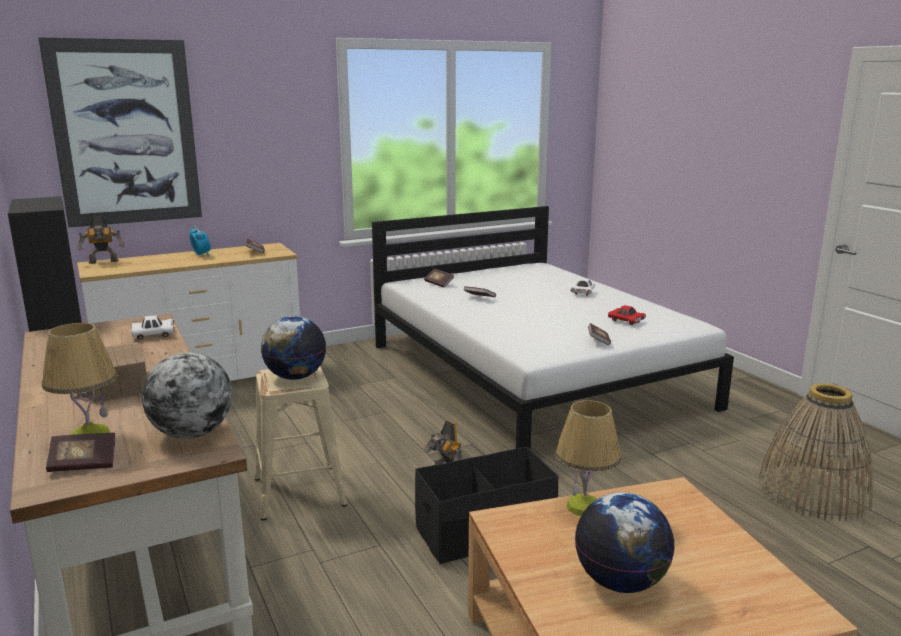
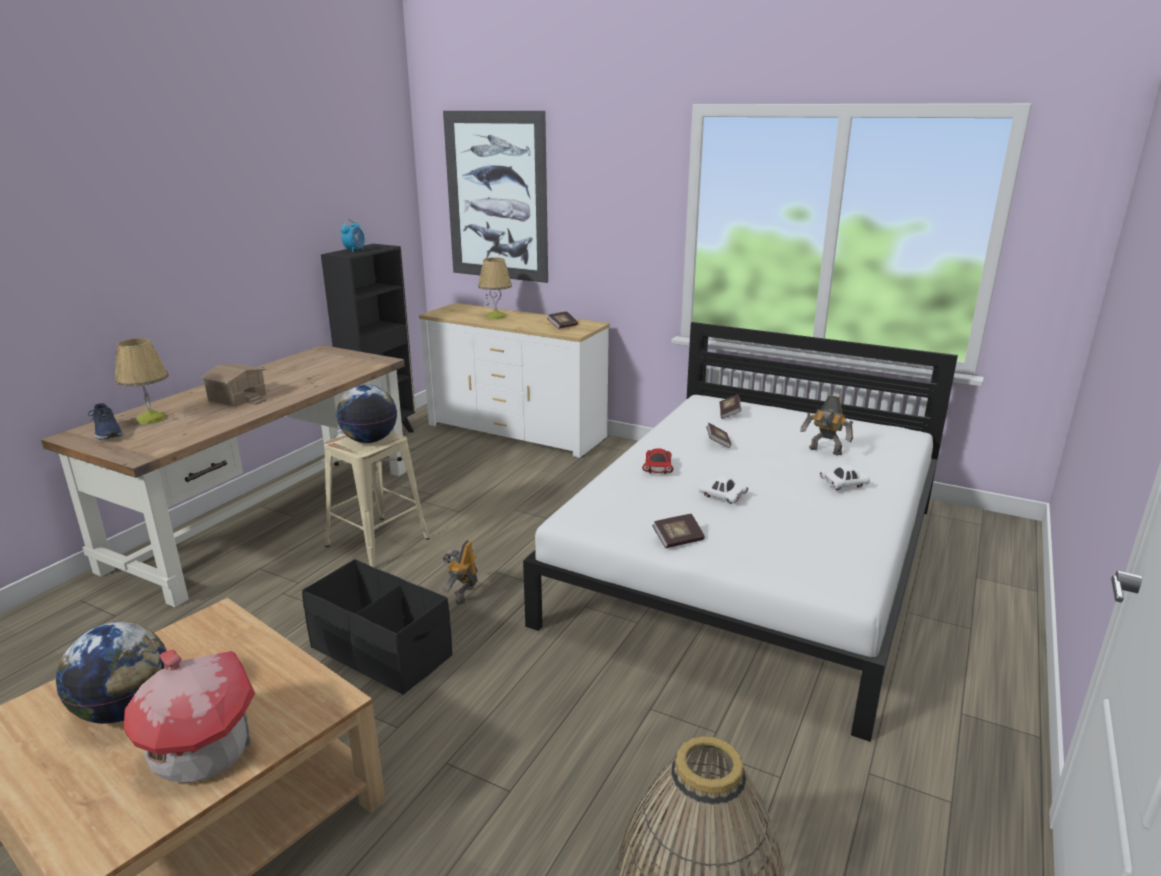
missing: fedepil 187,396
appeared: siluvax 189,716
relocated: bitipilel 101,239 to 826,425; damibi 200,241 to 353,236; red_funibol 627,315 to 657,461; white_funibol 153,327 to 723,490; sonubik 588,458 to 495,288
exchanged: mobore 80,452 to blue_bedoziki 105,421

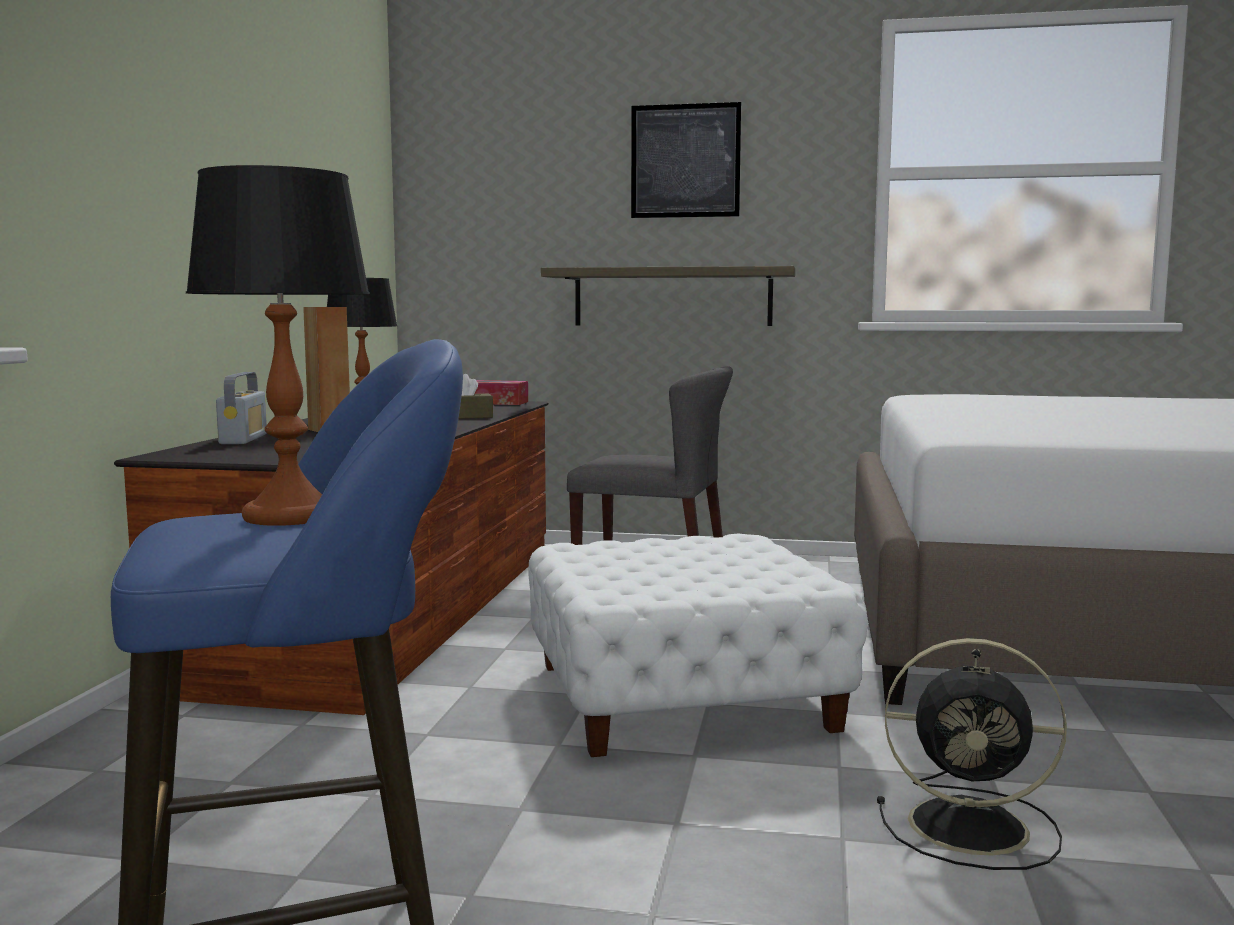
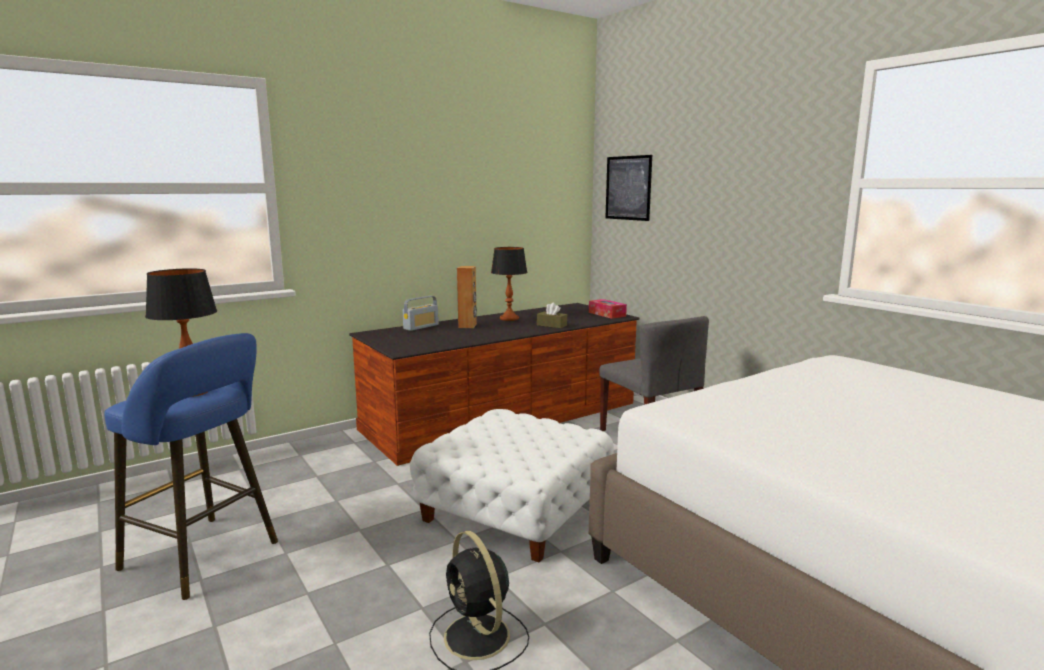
missing: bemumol 668,296
relocated: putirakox 686,160 to 628,188

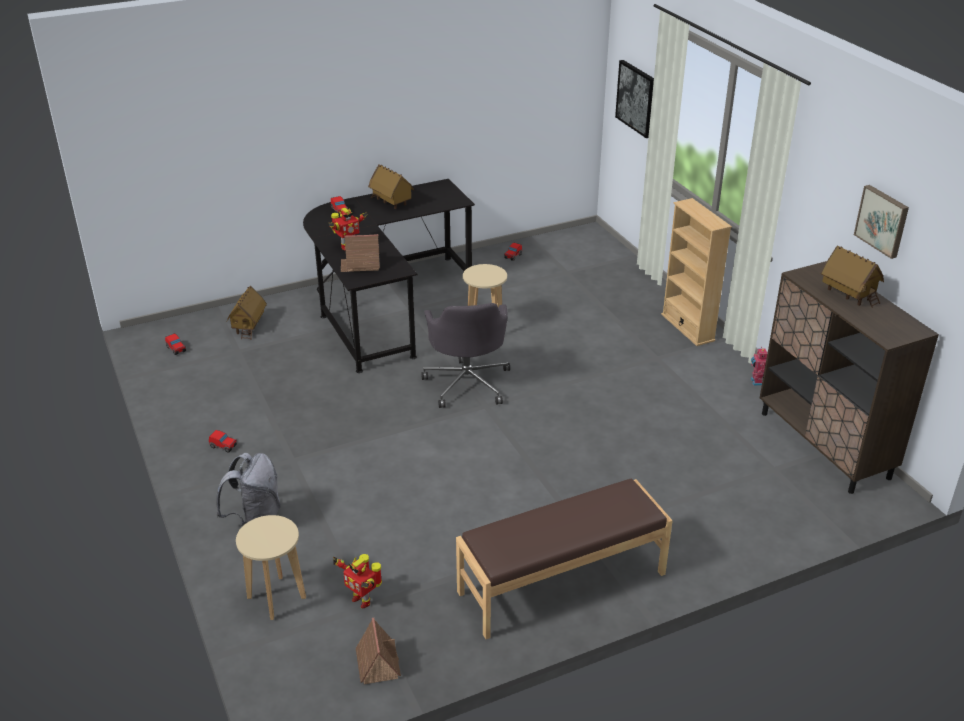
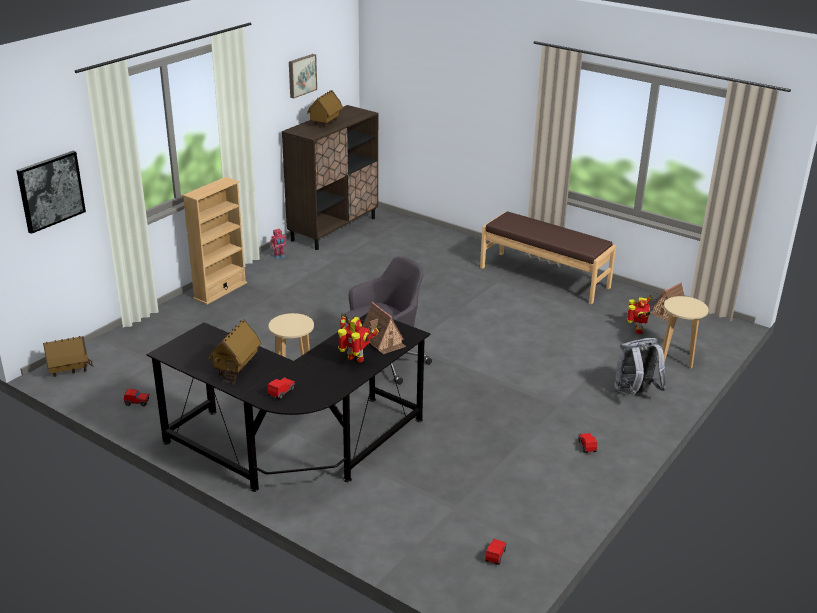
relocated: siluvax 246,313 to 68,356

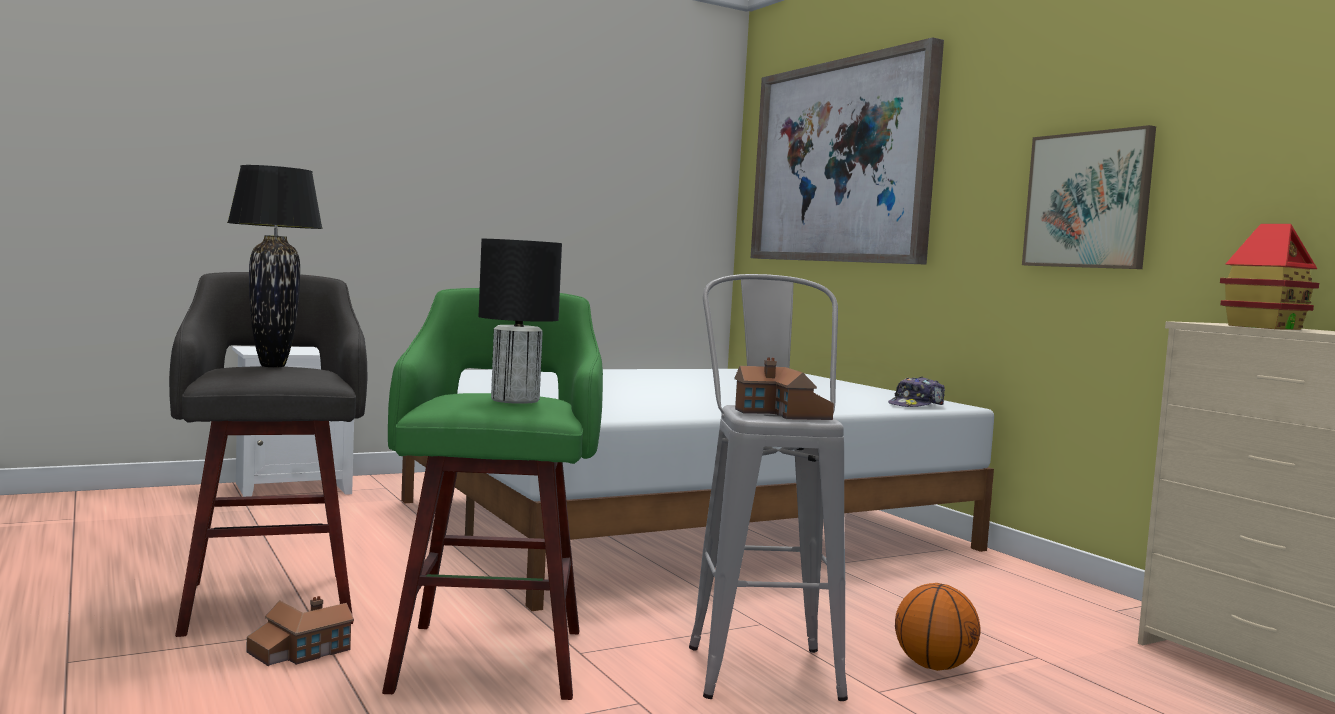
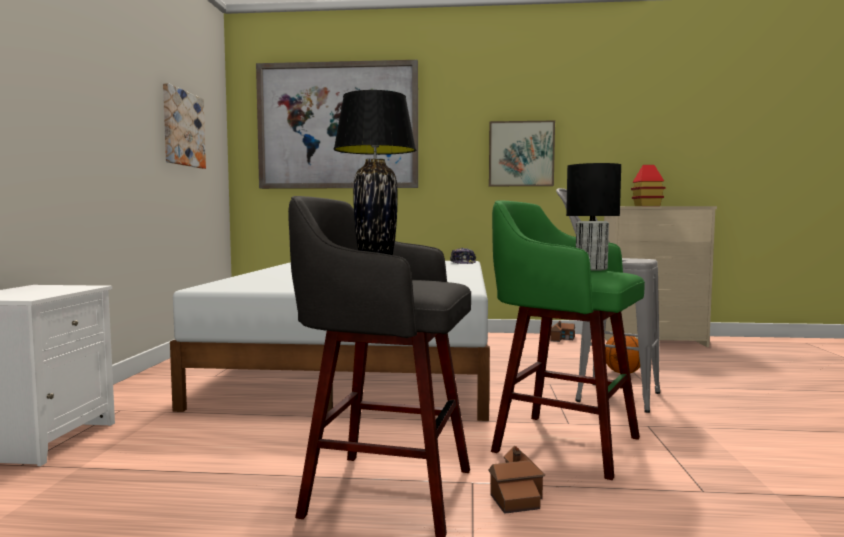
appeared: putirakox 184,126
relocated: siluvax 784,388 to 562,331

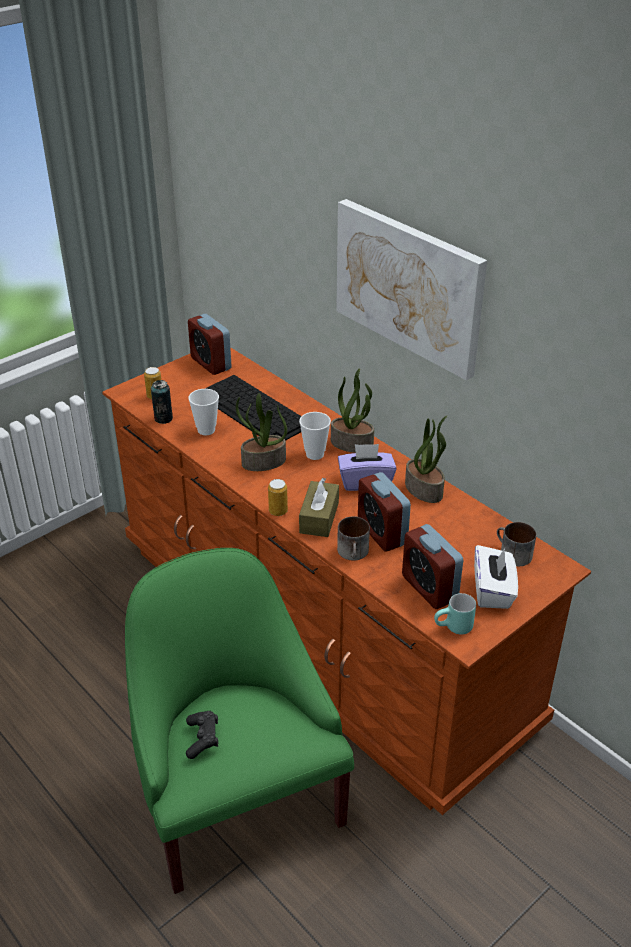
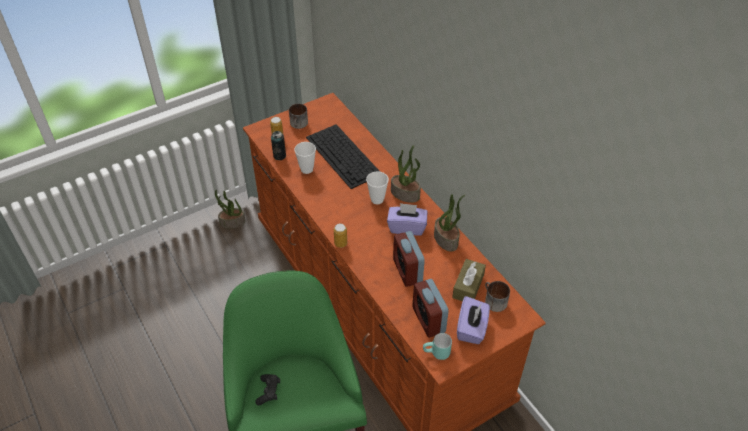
missing: putirakox 411,289; damibi 210,344
relocated: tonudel 261,432 to 230,209; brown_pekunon 319,507 to 469,280; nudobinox 353,538 to 298,116
colour: white_pekunon 496,577 to purple_pekunon 473,320

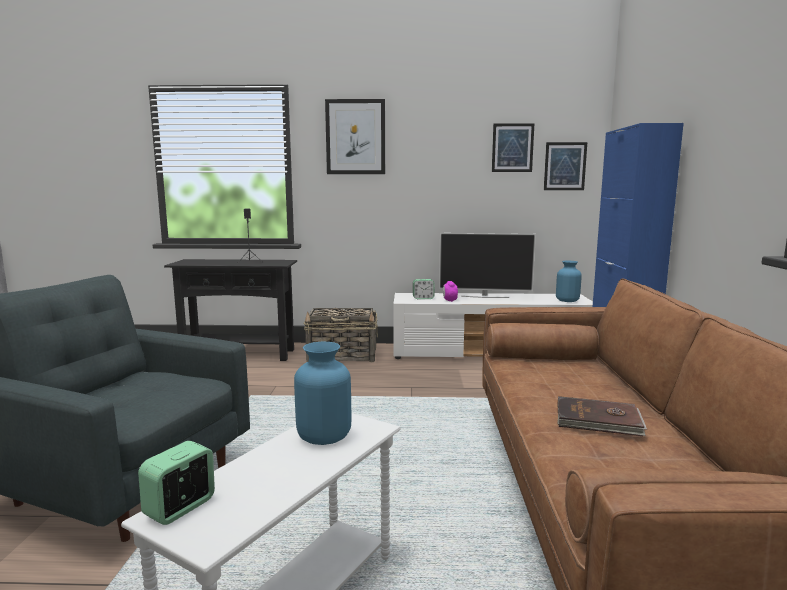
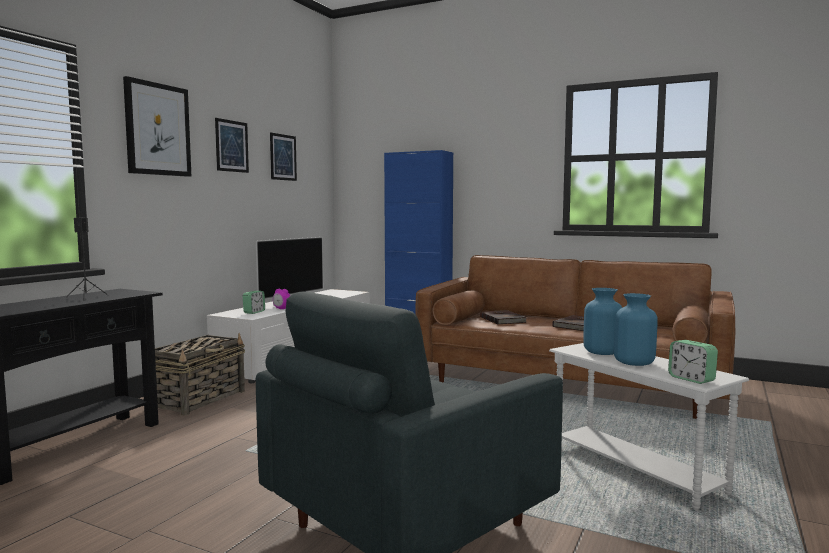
appeared: brown_mobore 503,317
relocated: putirakox 565,166 to 232,145; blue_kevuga 569,281 to 636,329

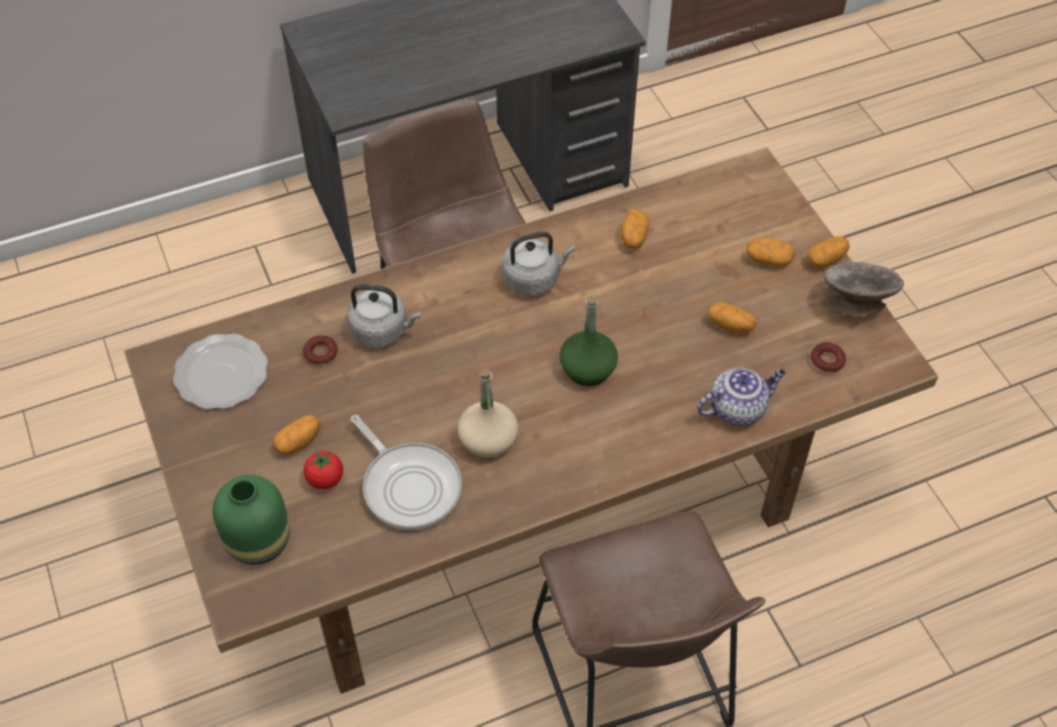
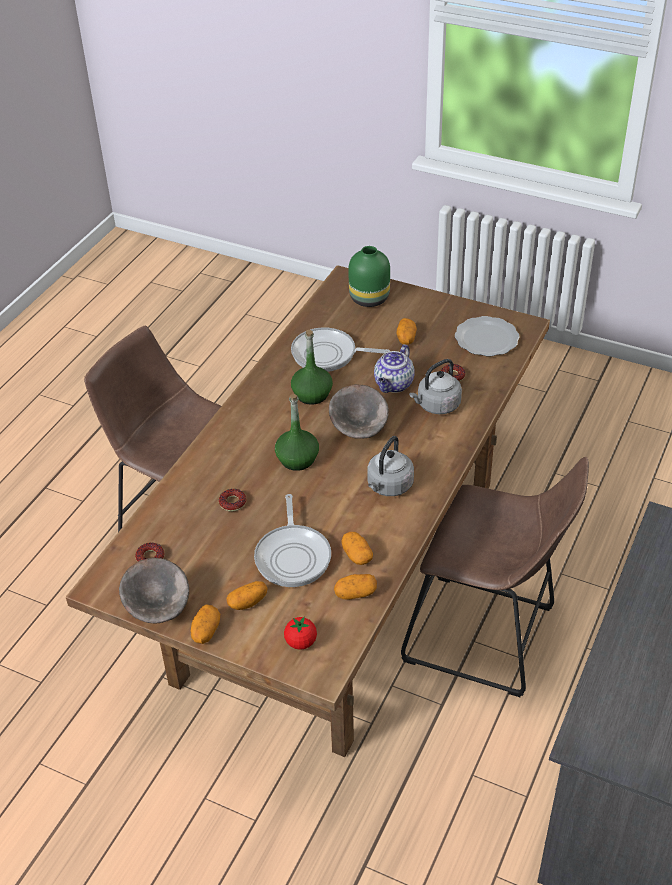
appeared: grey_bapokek 359,411; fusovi 233,500; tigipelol 292,540
relocated: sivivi 732,317 to 355,587; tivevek 741,397 to 394,368; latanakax 323,470 to 300,633
colour: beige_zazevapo 488,414 to green_zazevapo 312,367

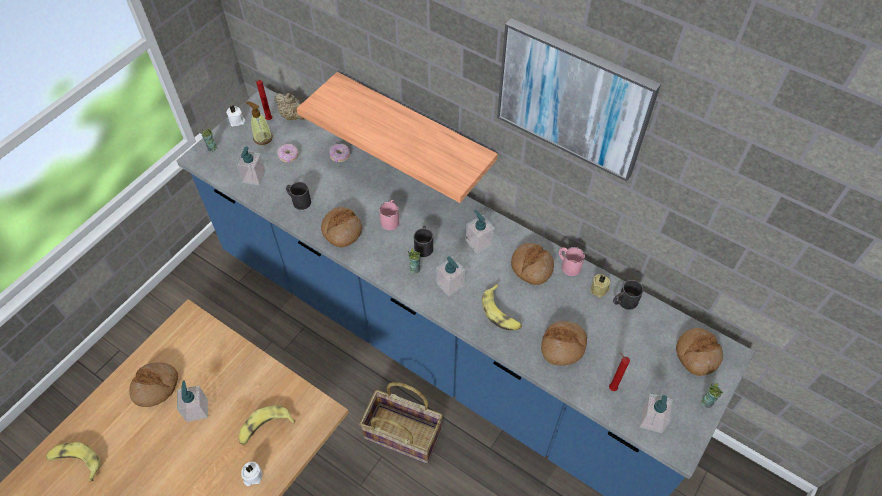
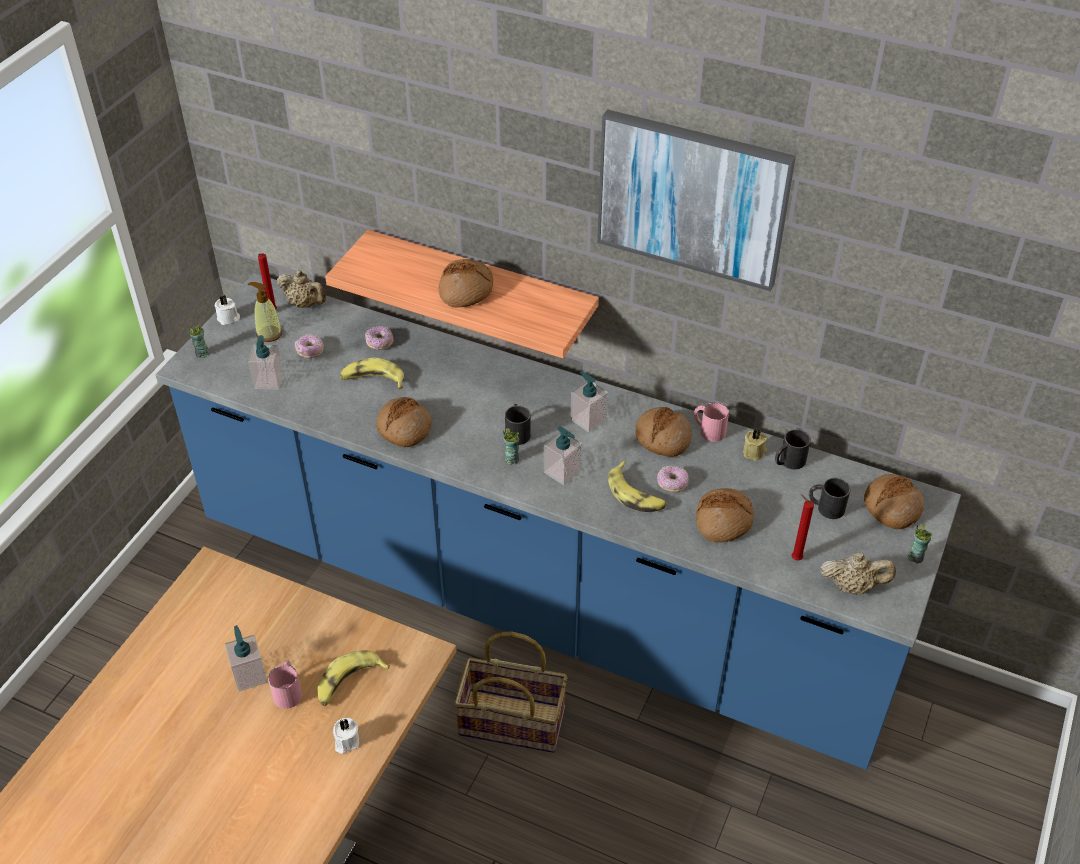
appeared: fusovi 673,478
relocated: black_nudobinox 298,196 to 829,498; pink_nudobinox 389,215 to 285,684; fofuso 153,384 to 466,283; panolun 73,462 to 372,373
exchanged: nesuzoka 656,413 to beige_tivevek 858,573

